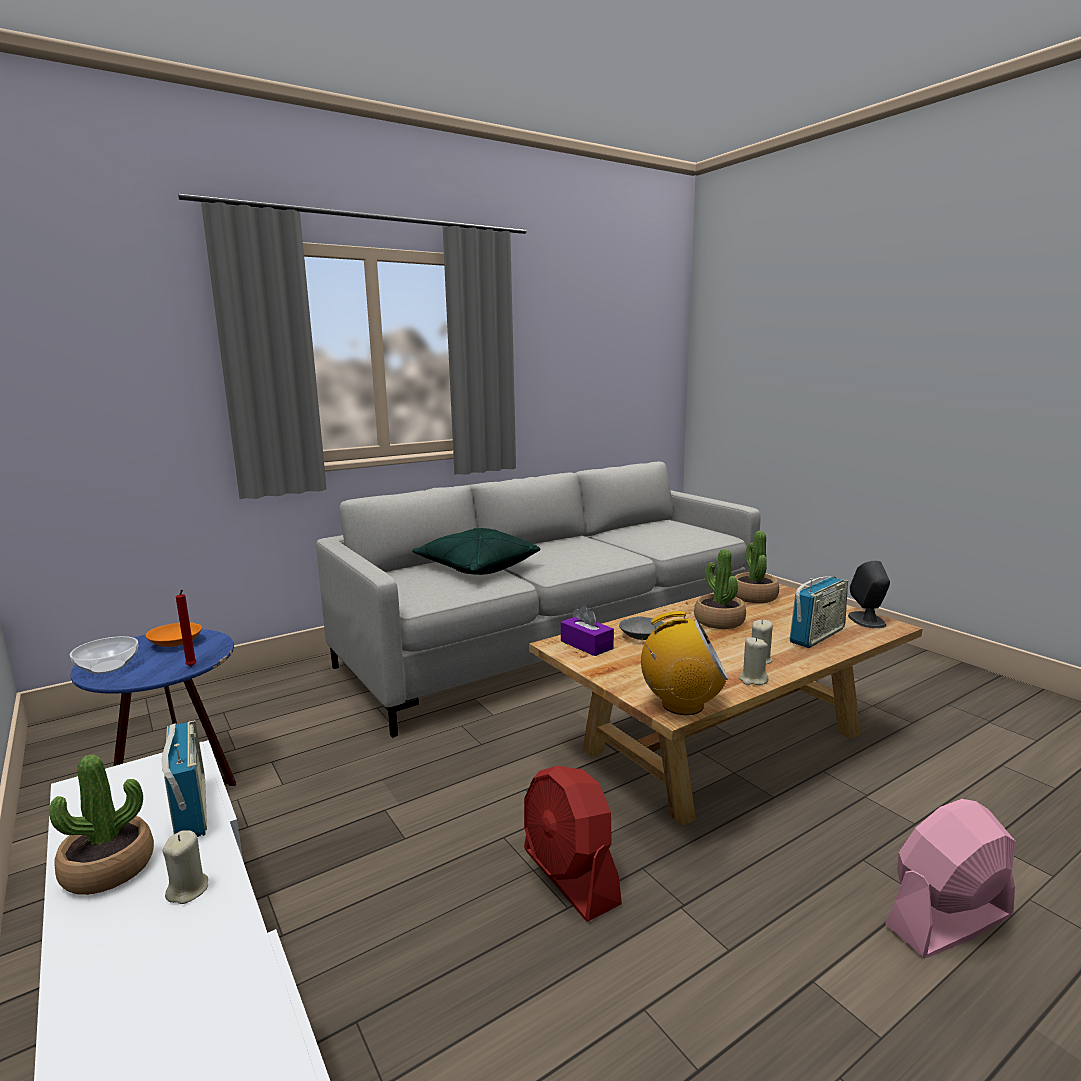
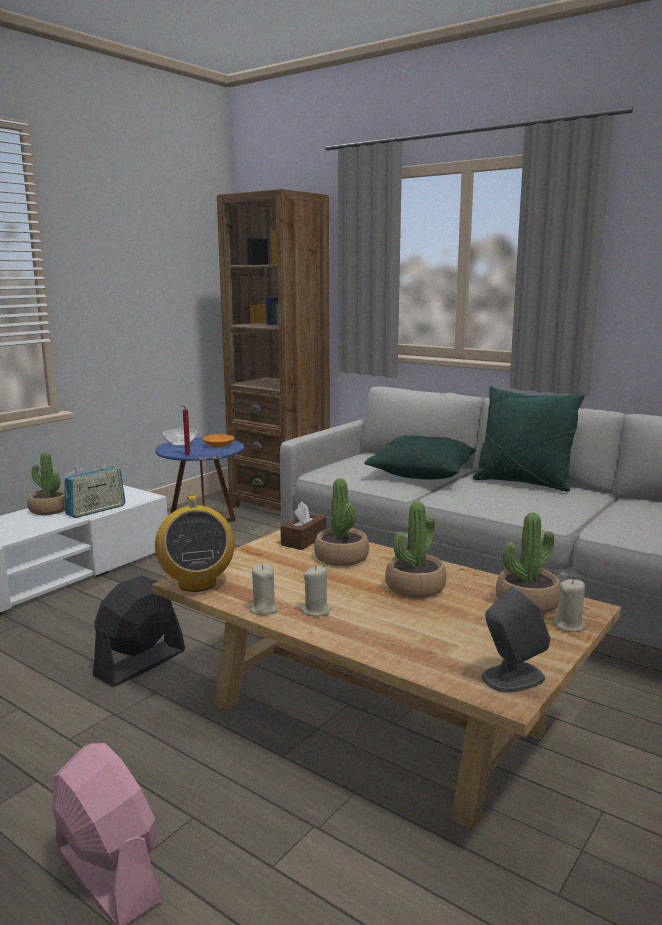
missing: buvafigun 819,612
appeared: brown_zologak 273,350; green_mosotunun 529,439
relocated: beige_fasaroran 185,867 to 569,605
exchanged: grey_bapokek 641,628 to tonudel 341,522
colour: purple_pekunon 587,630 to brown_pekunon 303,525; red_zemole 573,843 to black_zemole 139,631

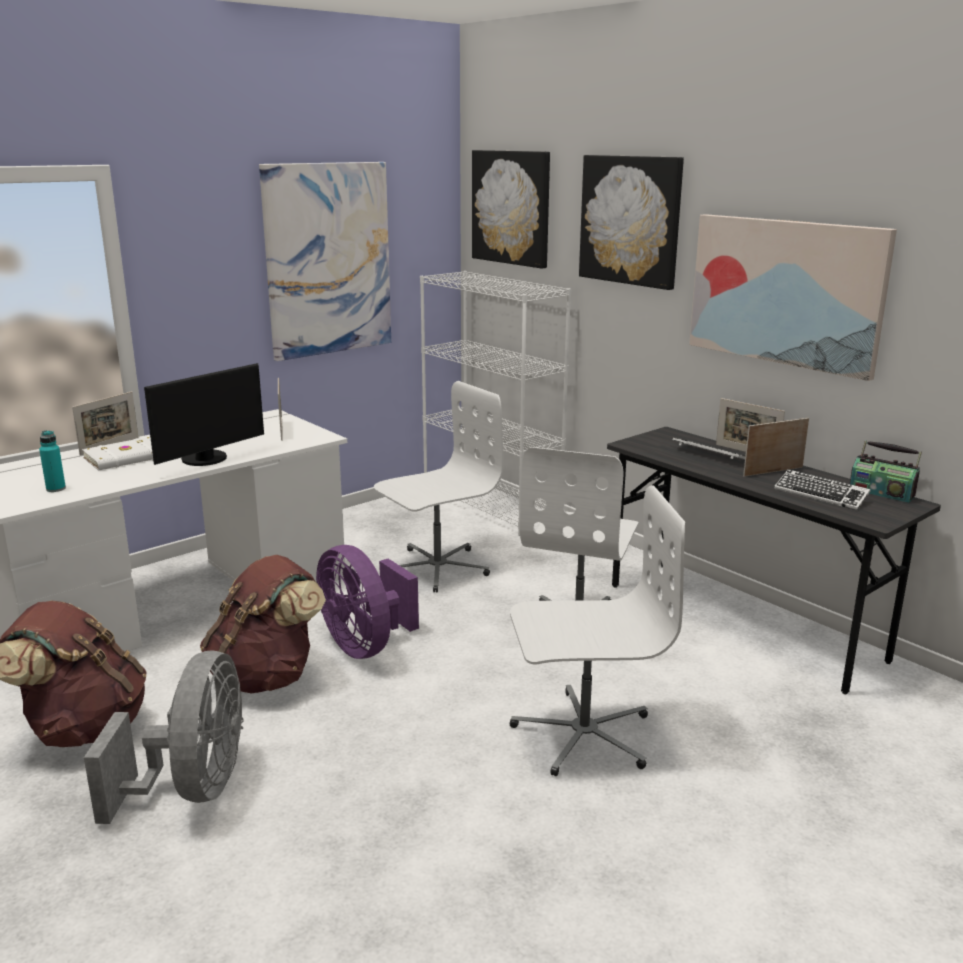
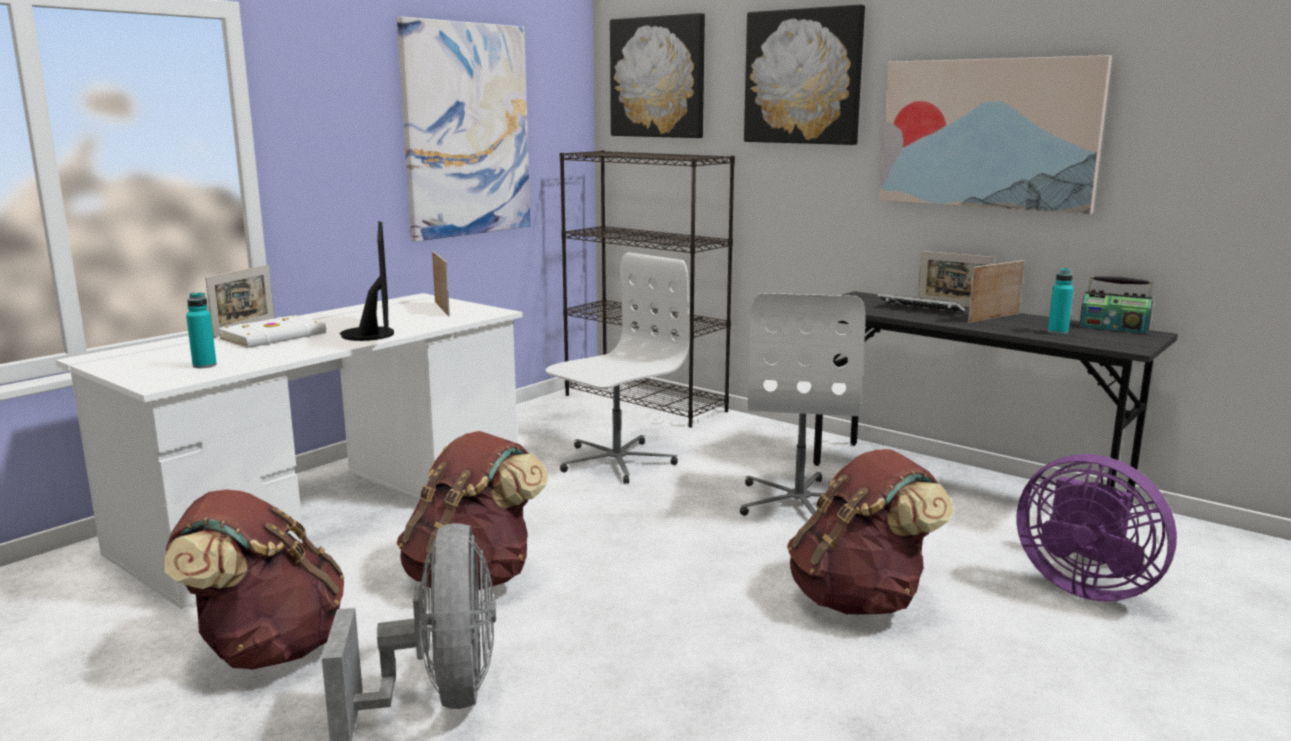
relocated: purple_zemole 367,602 to 1096,528
exchanged: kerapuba 822,489 to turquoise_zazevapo 1060,301; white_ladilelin 597,630 to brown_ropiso 870,532
colour: white_zologak 495,403 to black_zologak 647,288
spun: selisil 204,414 = 367,281 45 degrees counterclockwise

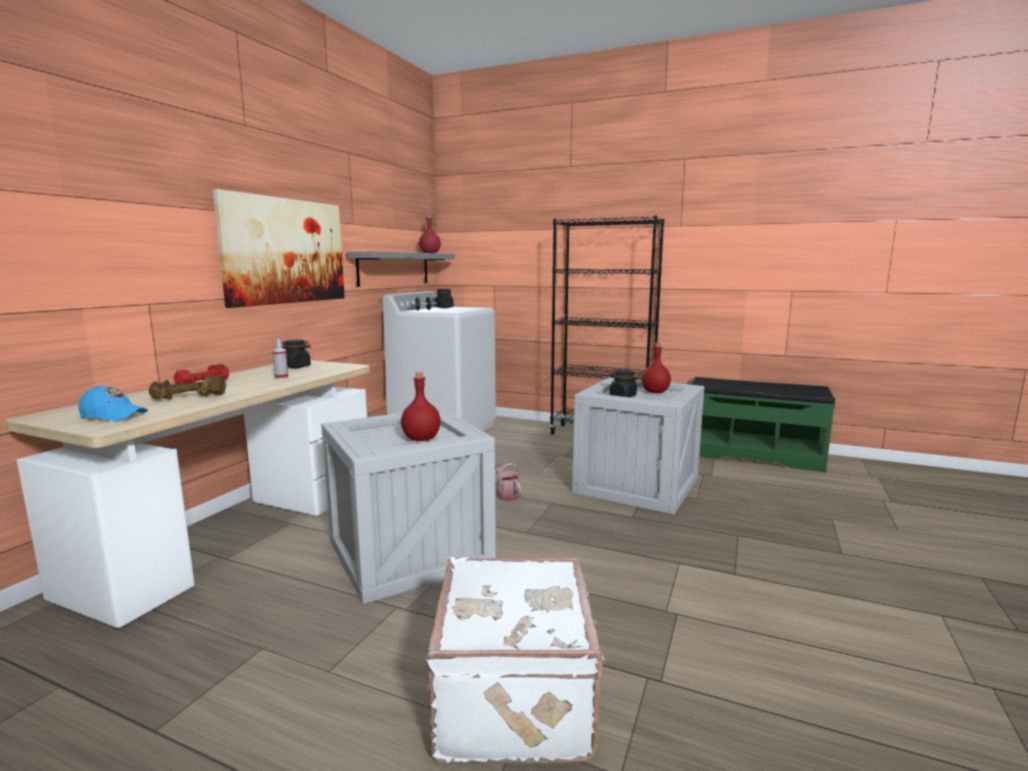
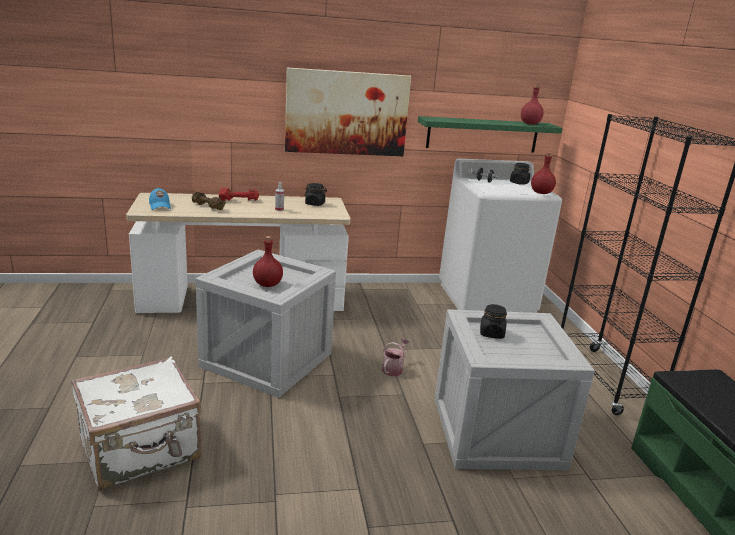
relocated: red_zazevapo 656,367 to 543,173
colour: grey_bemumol 401,269 to green_bemumol 490,134

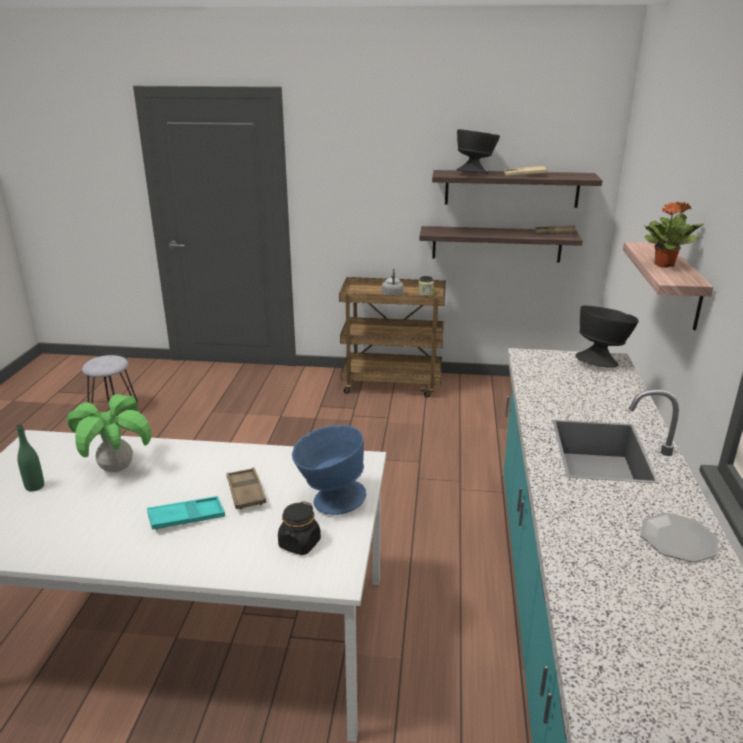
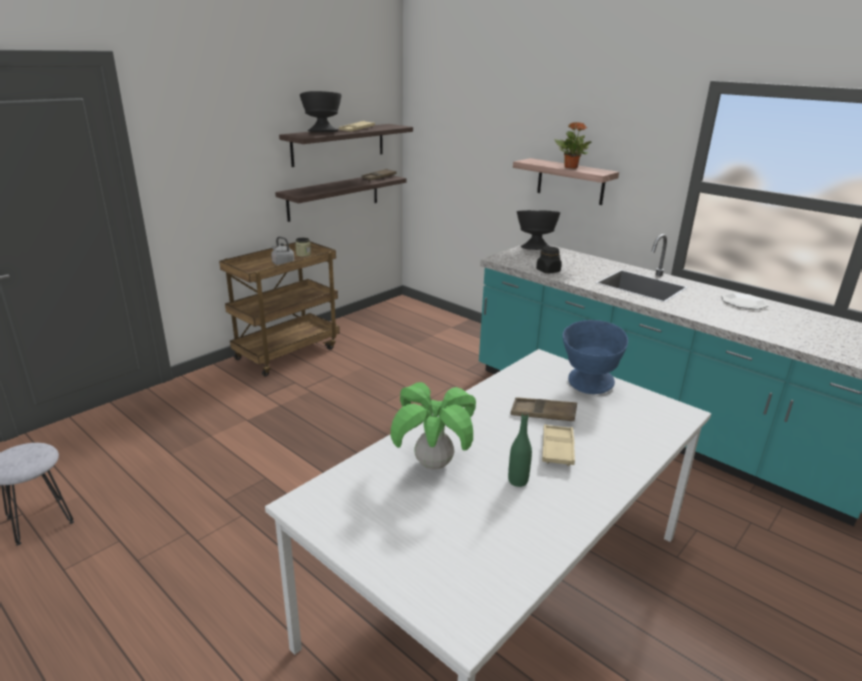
relocated: green_zazevapo 30,457 to 520,449; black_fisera 299,528 to 548,260
colour: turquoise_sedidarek 186,513 to beige_sedidarek 558,445

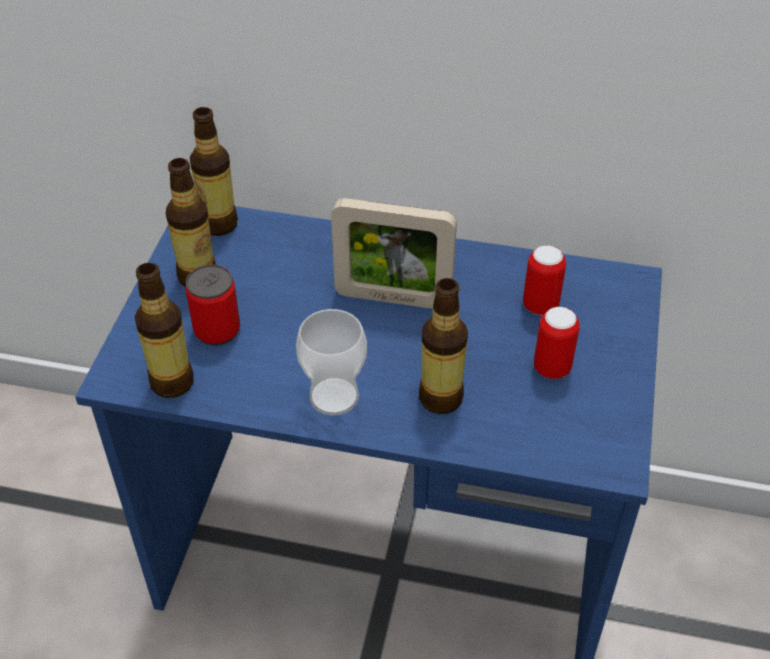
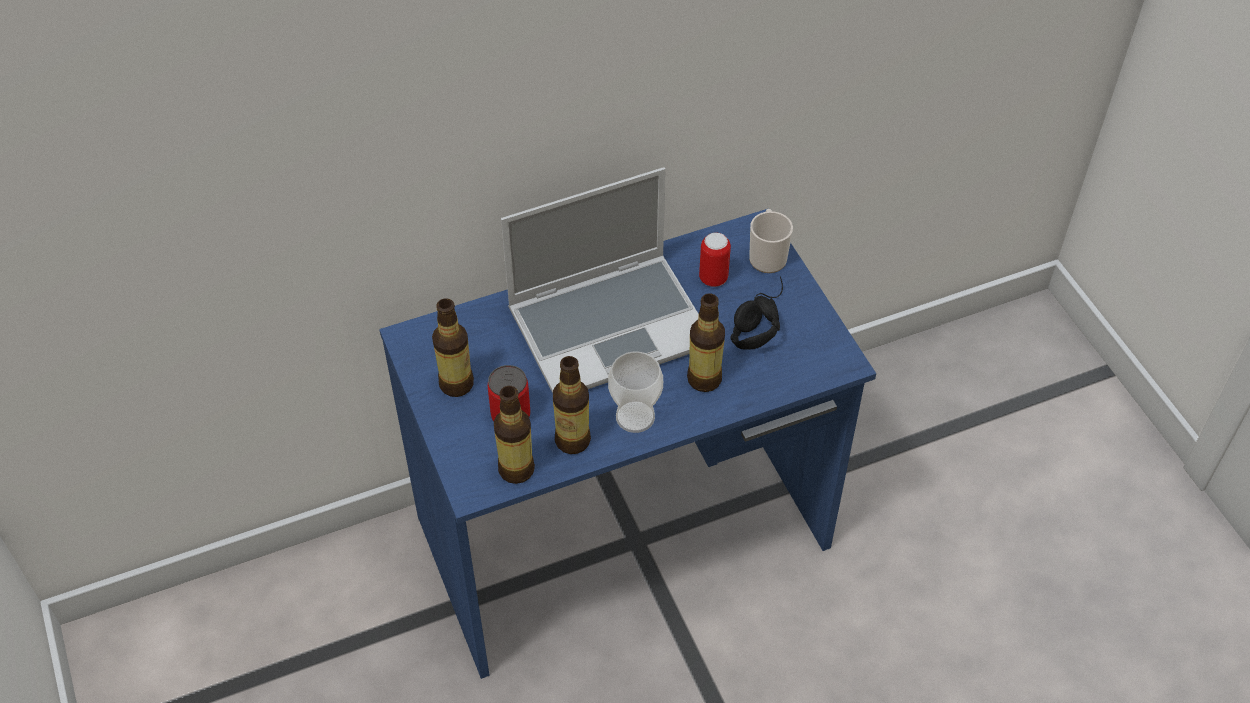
appeared: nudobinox 771,241
relocated: zazevapo 214,171 to 572,405
exchanged: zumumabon 394,253 to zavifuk 600,280; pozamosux 557,343 to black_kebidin 756,313

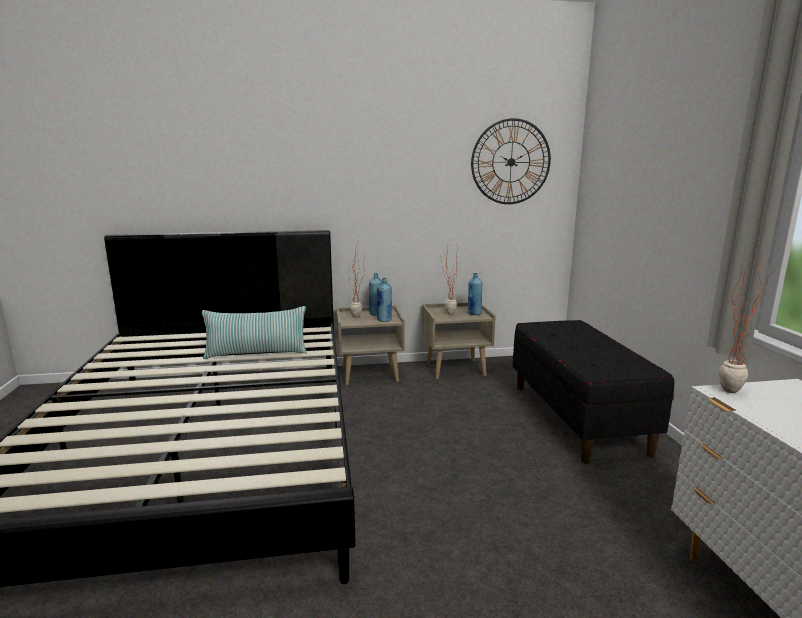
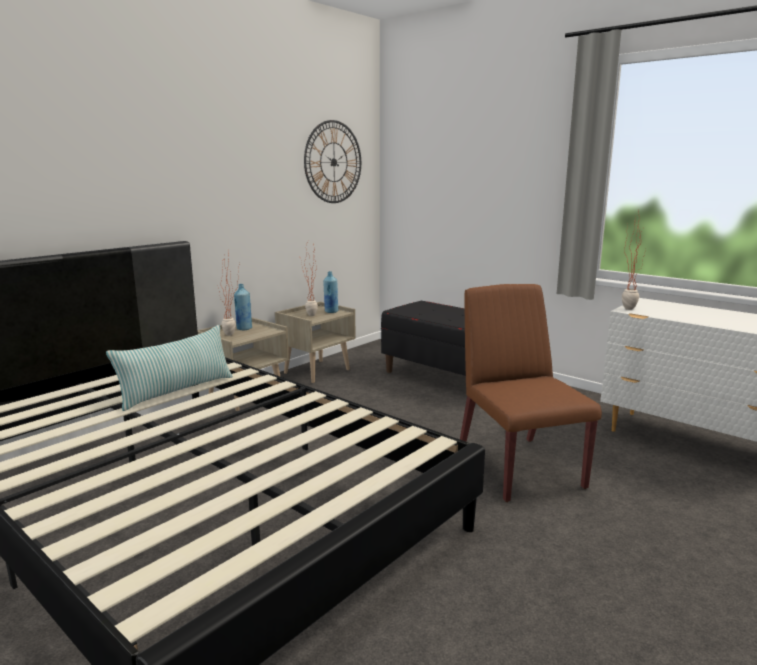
missing: blue_zazevapo 384,300
appeared: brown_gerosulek 531,393

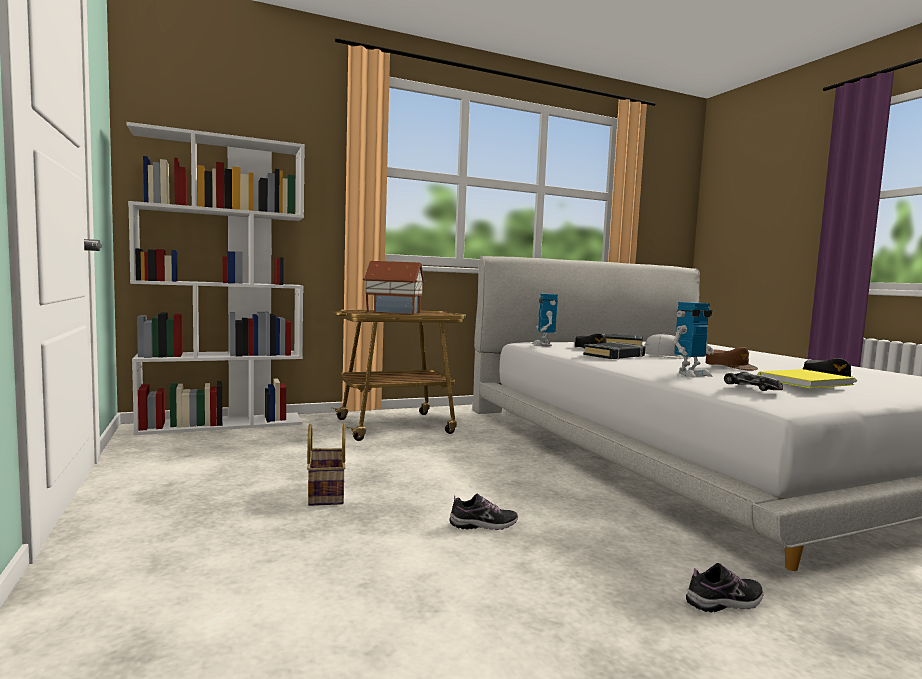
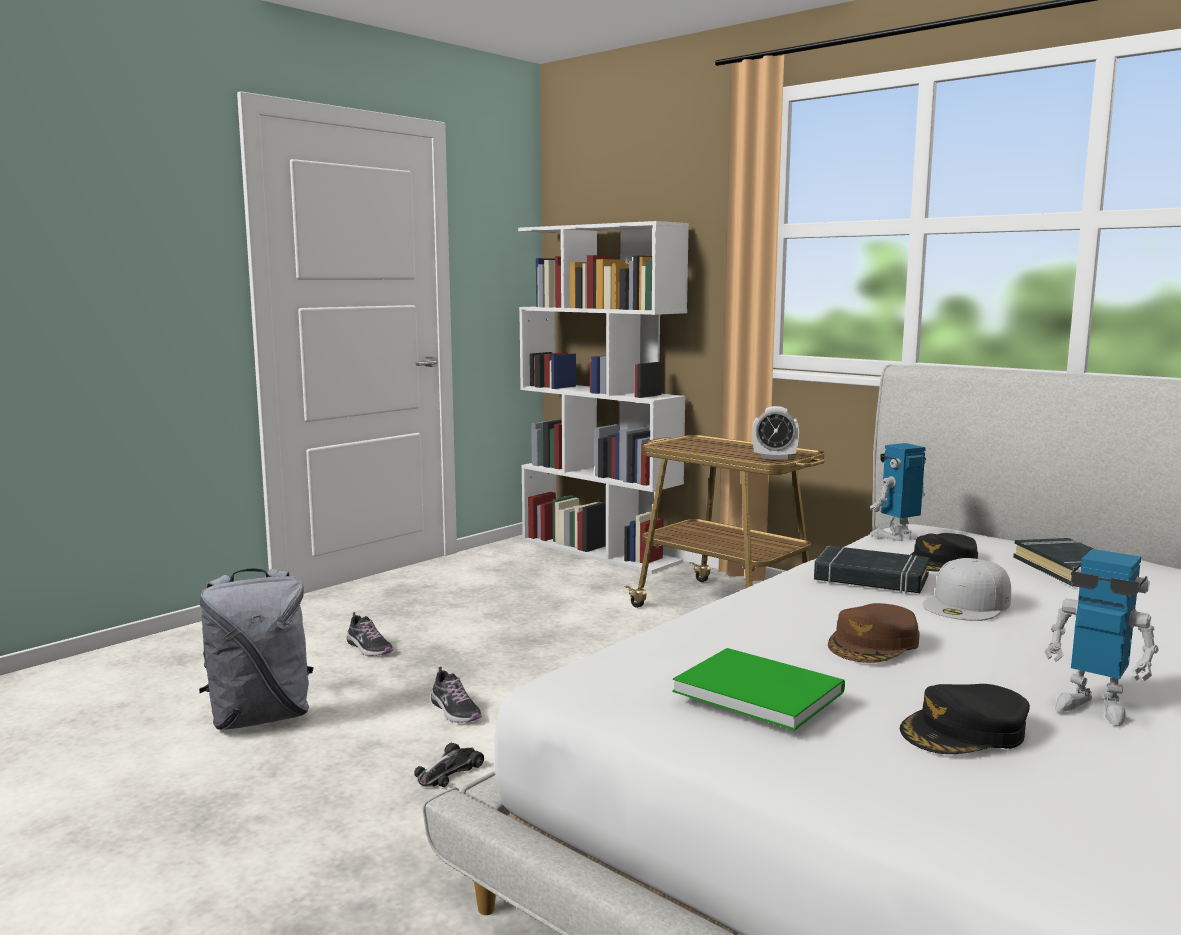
missing: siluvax 394,287; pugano 326,464
appeared: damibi 775,432; grey_ropiso 256,649
relocated: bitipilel 693,340 to 1101,637; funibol 753,381 to 449,765; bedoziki 724,587 to 370,634
colour: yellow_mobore 806,378 to green_mobore 759,689

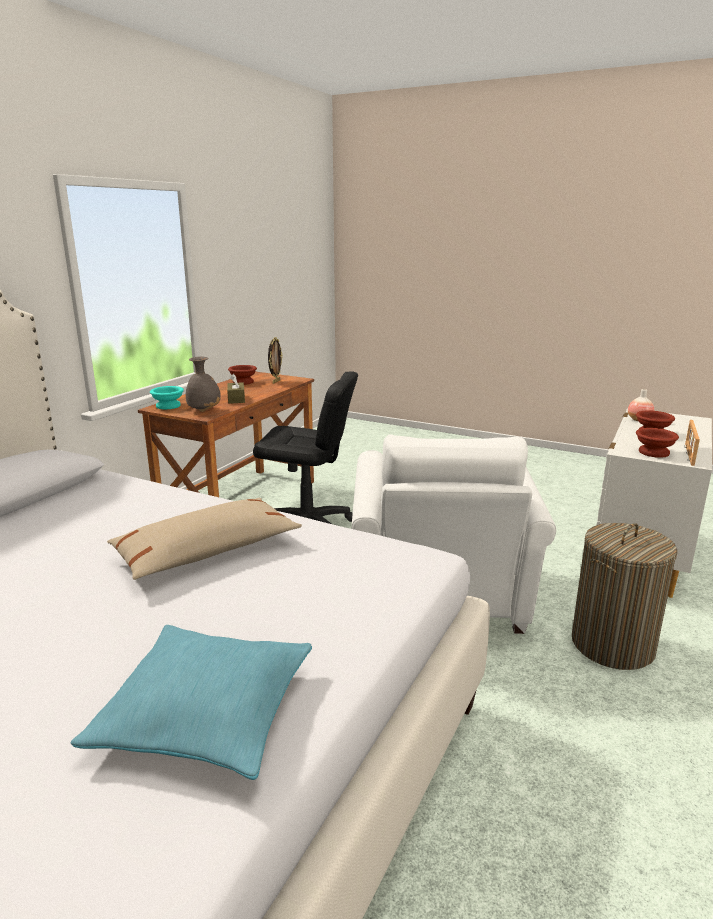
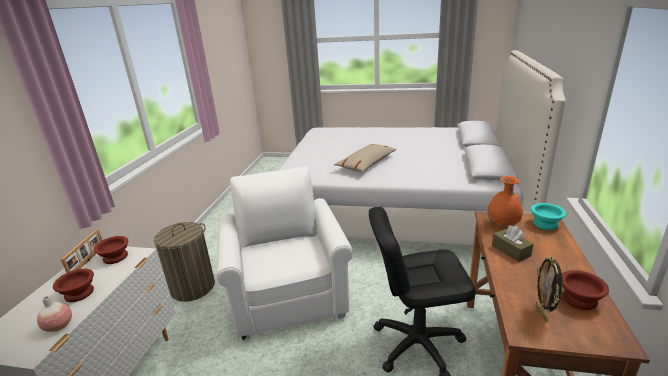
missing: turquoise_mosotunun 191,702
colour: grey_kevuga 203,384 to orange_kevuga 505,201

